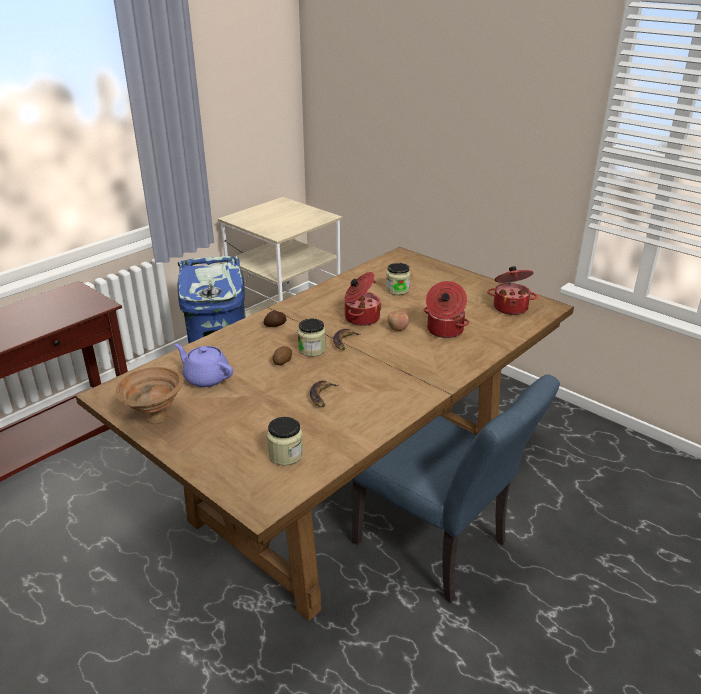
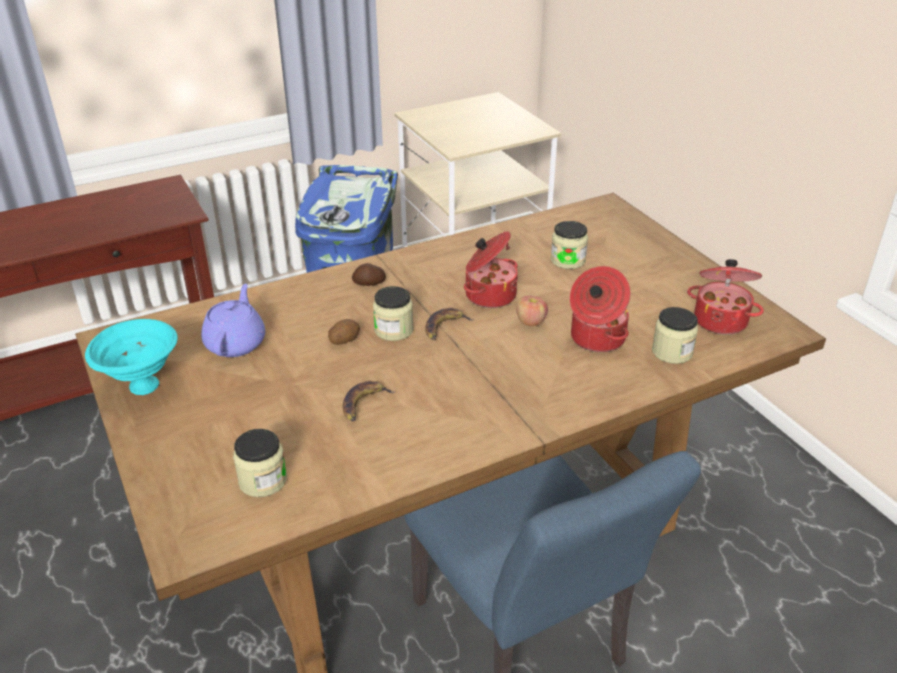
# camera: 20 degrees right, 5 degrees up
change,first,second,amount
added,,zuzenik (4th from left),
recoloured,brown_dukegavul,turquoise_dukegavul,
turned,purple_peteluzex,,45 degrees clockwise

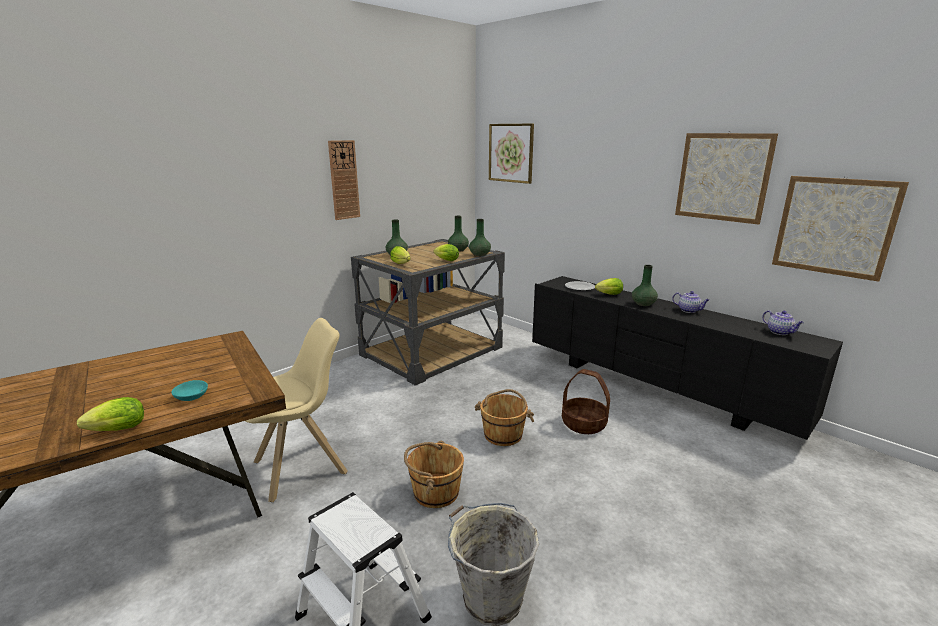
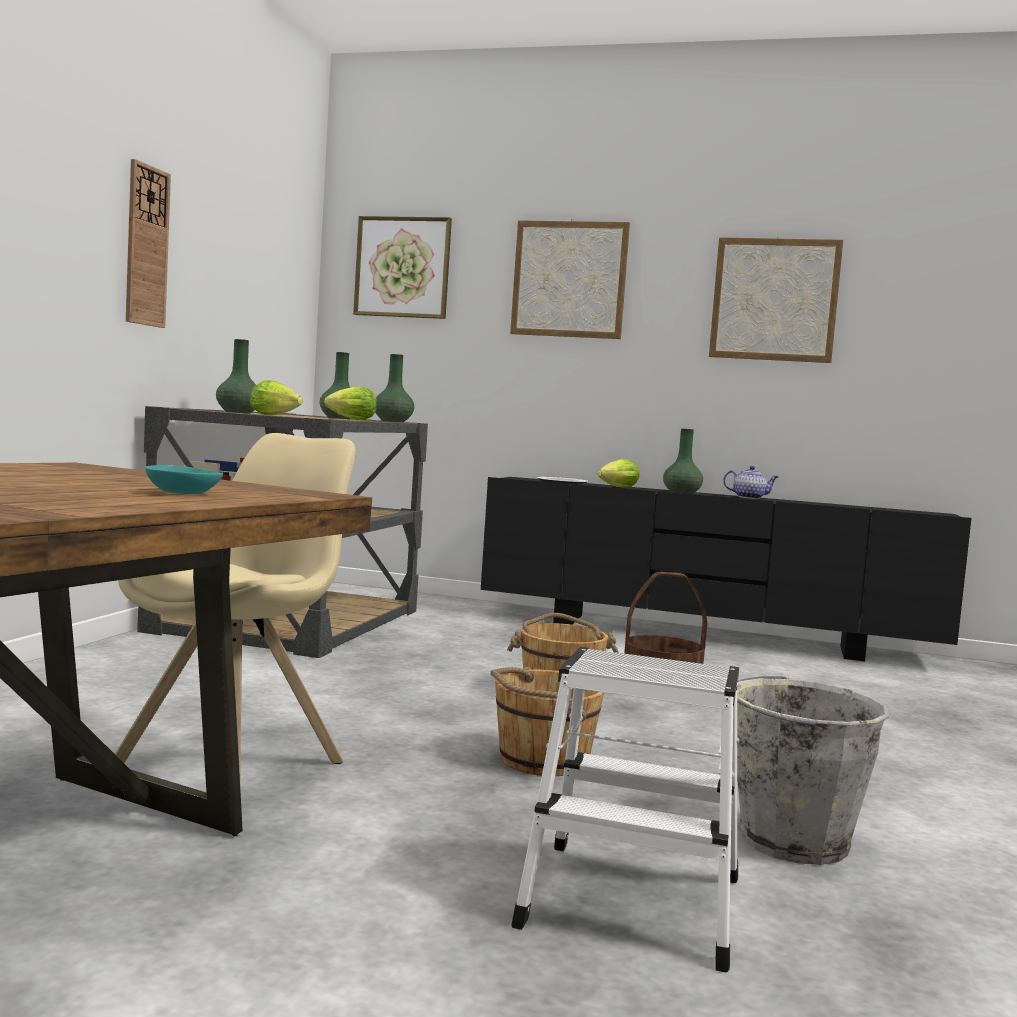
# camera: 30 degrees left, 15 degrees down
change,first,second,amount
removed,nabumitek (1st from left),,
removed,peteluzex (2nd from left),,
moved,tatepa (3rd from left in the first image),tatepa (2nd from left),

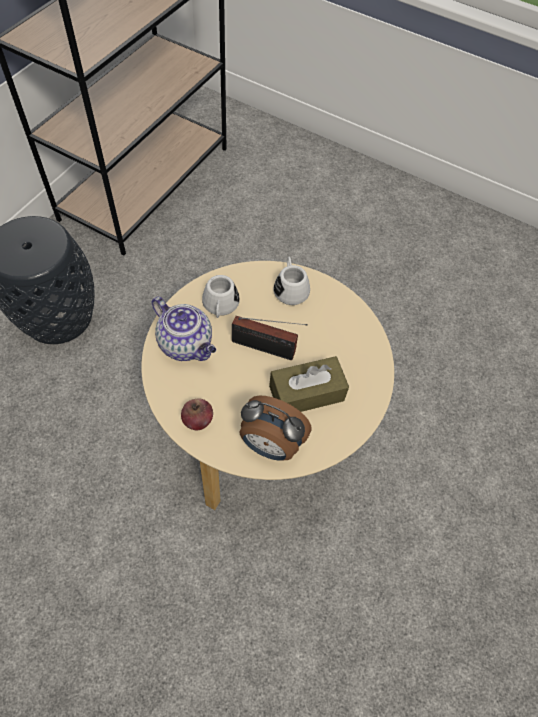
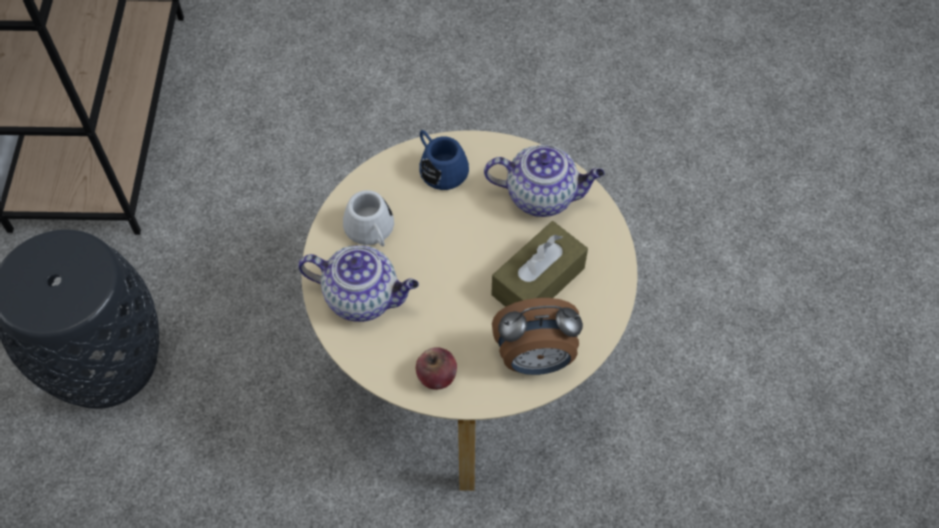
# camera: 25 degrees left, 0 degrees up
change,first,second,amount
removed,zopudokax,,
added,,peteluzex (2nd from left),
recoloured,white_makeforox (2nd from left),blue_makeforox,

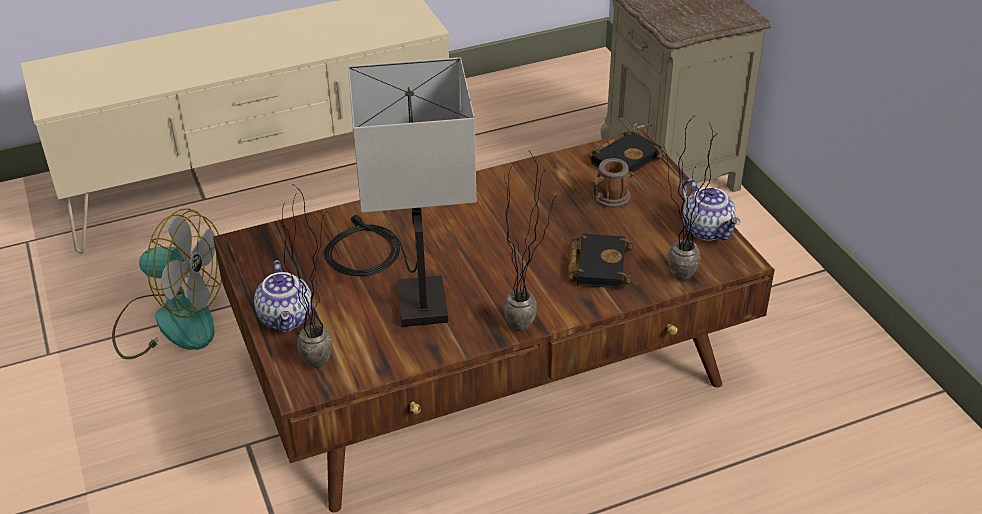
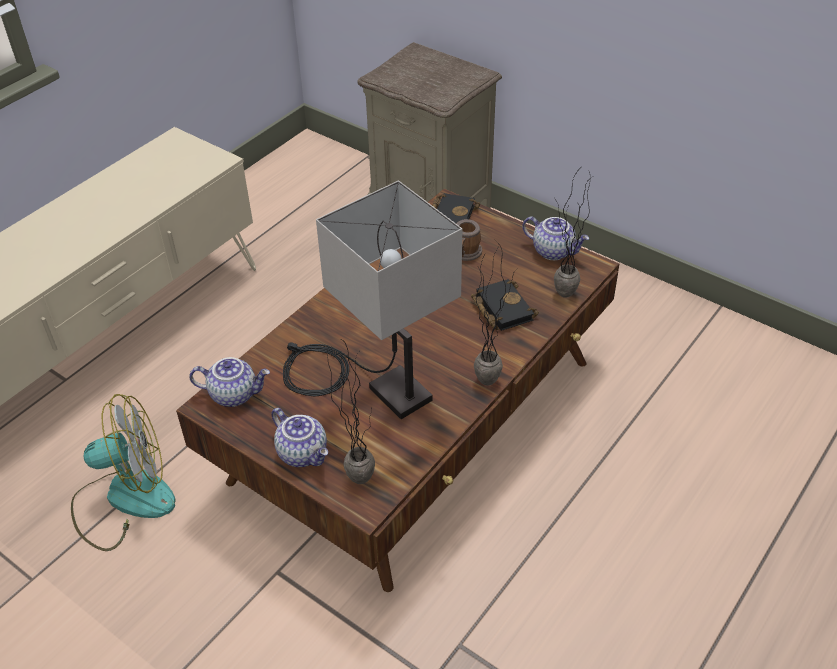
# camera: 30 degrees left, 5 degrees up
change,first,second,amount
added,,peteluzex (1st from left),

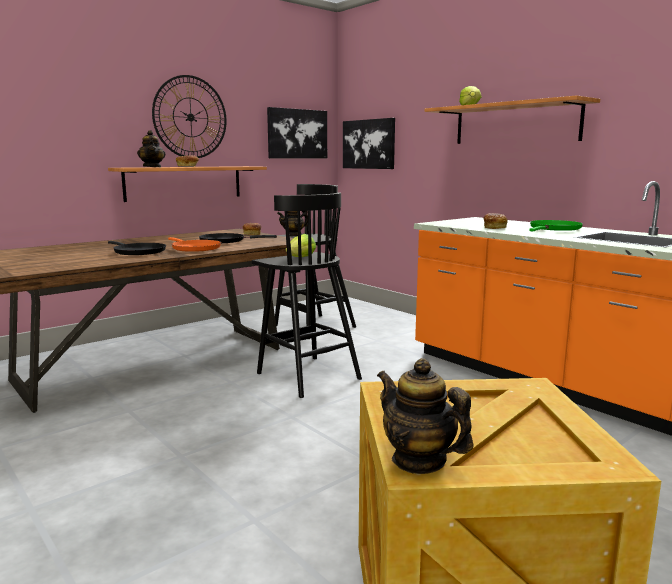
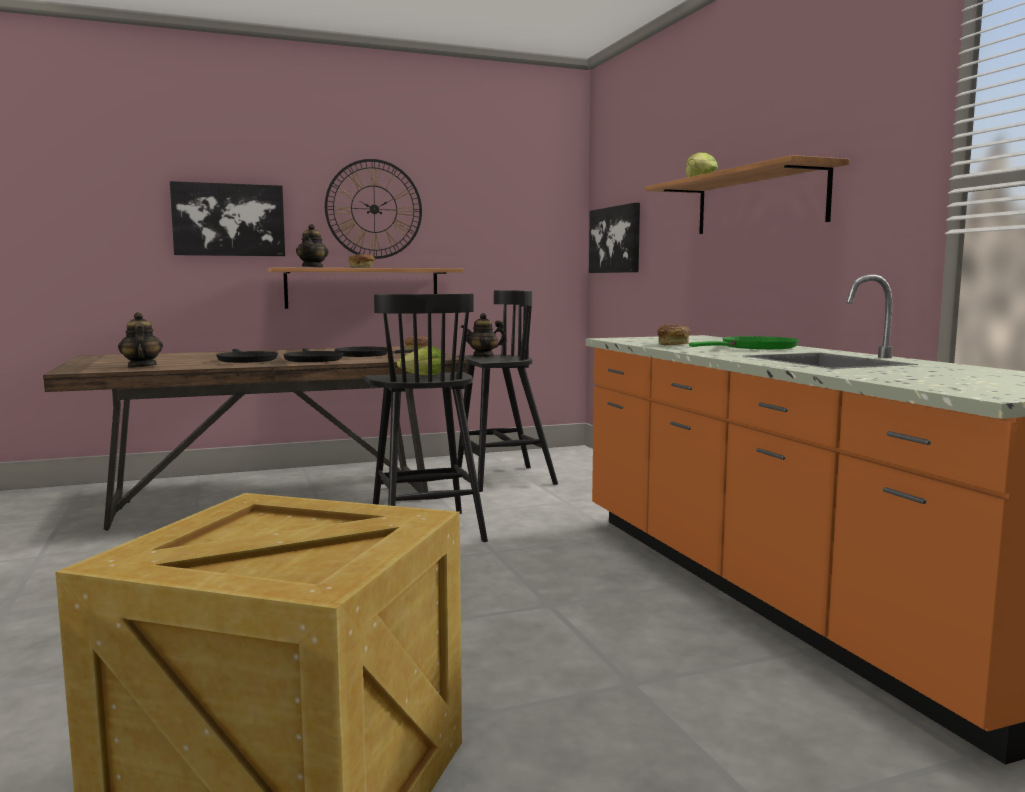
# camera: 20 degrees right, 5 degrees down
change,first,second,amount
moved,tatepa (1st from left),,
moved,peteluzex (3rd from left in the first image),peteluzex (1st from left),
recoloured,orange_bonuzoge,black_bonuzoge (2nd from left),

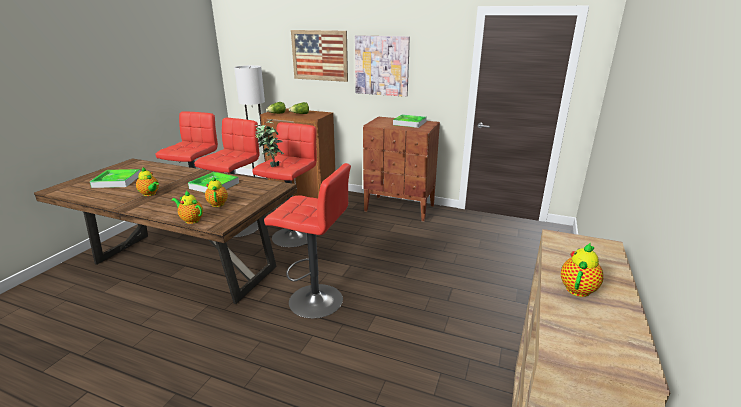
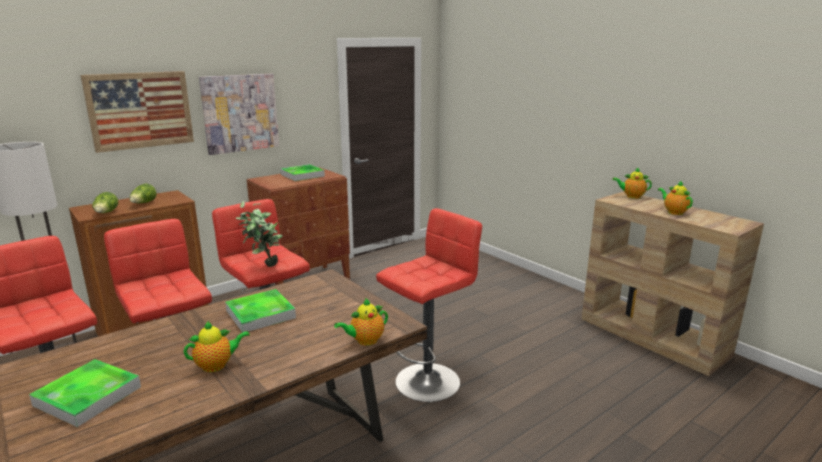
# camera: 60 degrees left, 5 degrees down
change,first,second,amount
moved,peteluzex (3rd from left),,

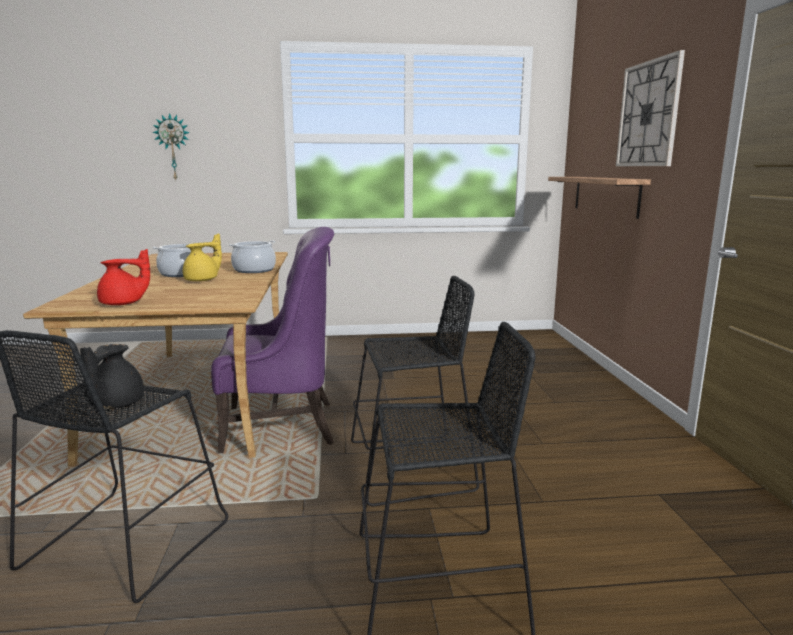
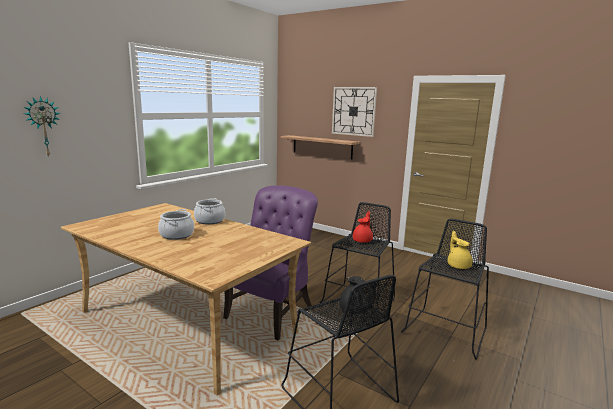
# camera: 50 degrees left, 0 degrees up
change,first,second,amount
moved,red_peteluzex,,
moved,yellow_peteluzex,,

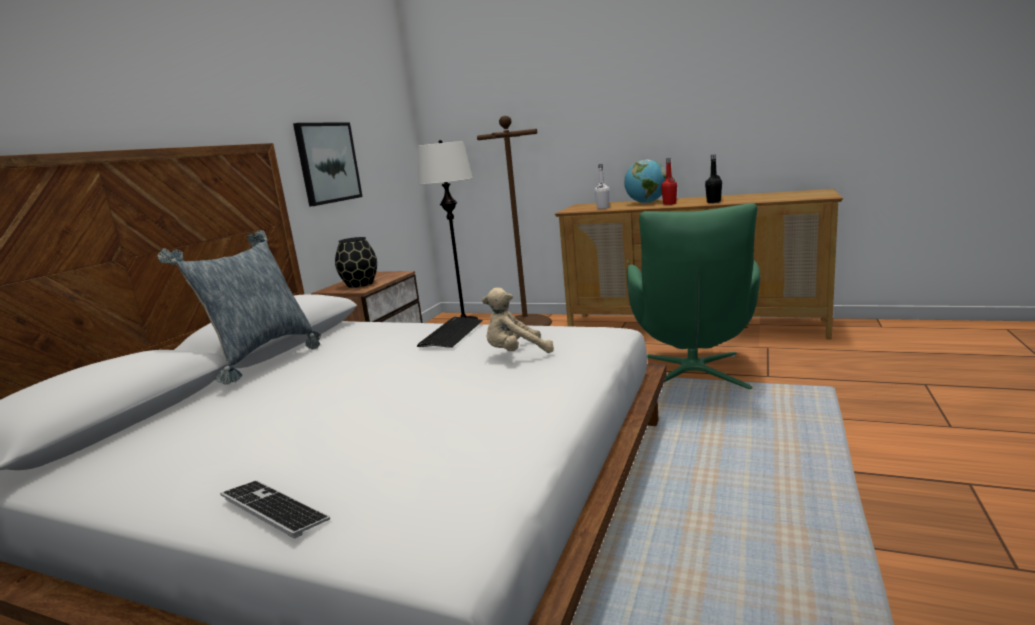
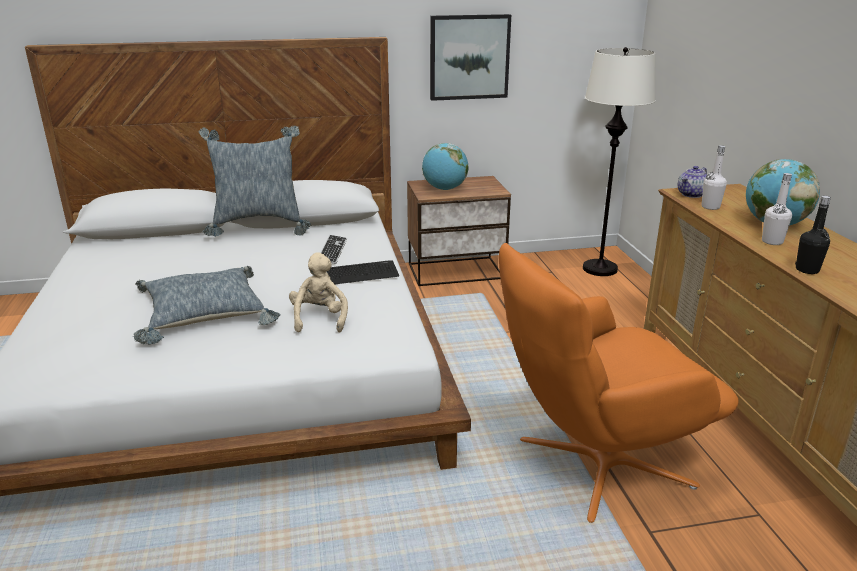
# camera: 55 degrees right, 10 degrees up
change,first,second,amount
removed,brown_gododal,,
added,,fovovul (1st from left),
added,,peteluzex,
moved,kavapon (1st from left),,
replaced,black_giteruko,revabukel (1st from left),
recoloured,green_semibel,orange_semibel,
recoloured,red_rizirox,white_rizirox (2nd from left),
turned,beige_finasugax,,45 degrees clockwise

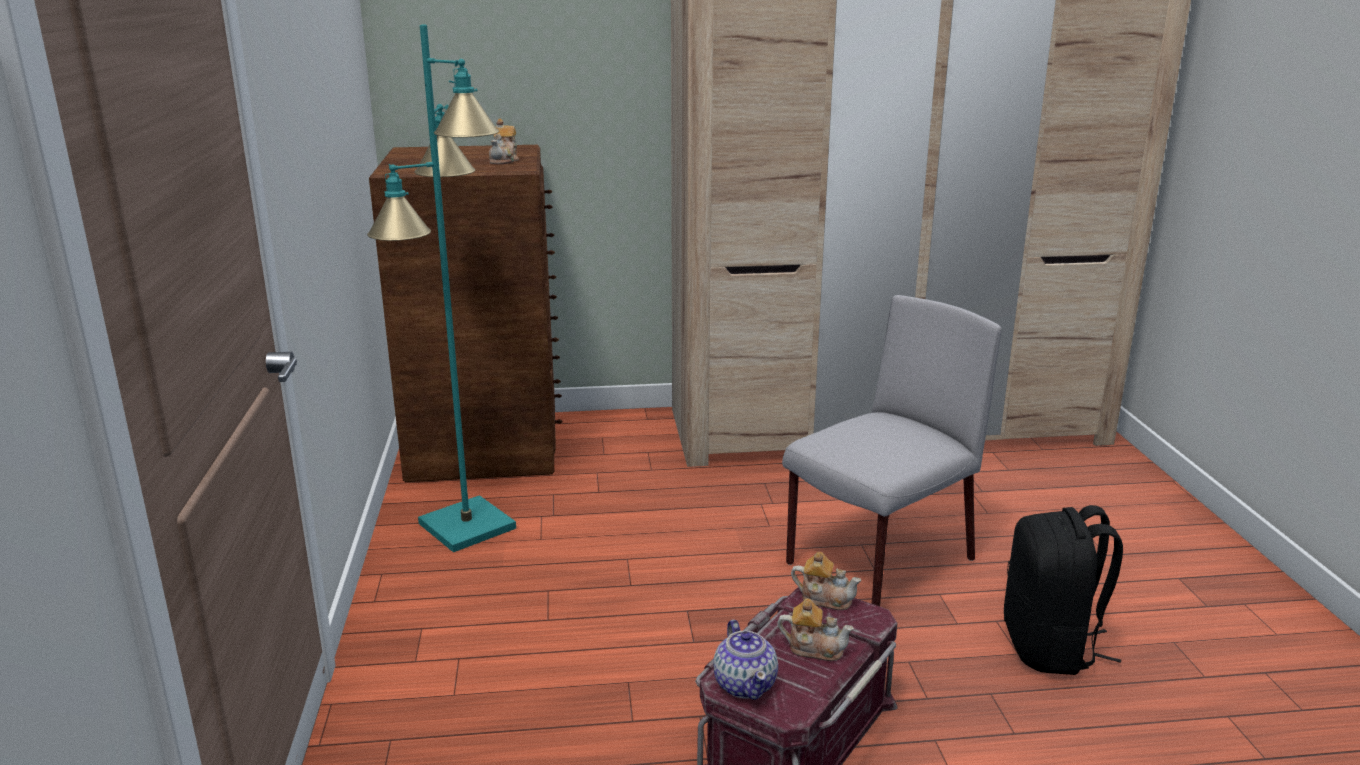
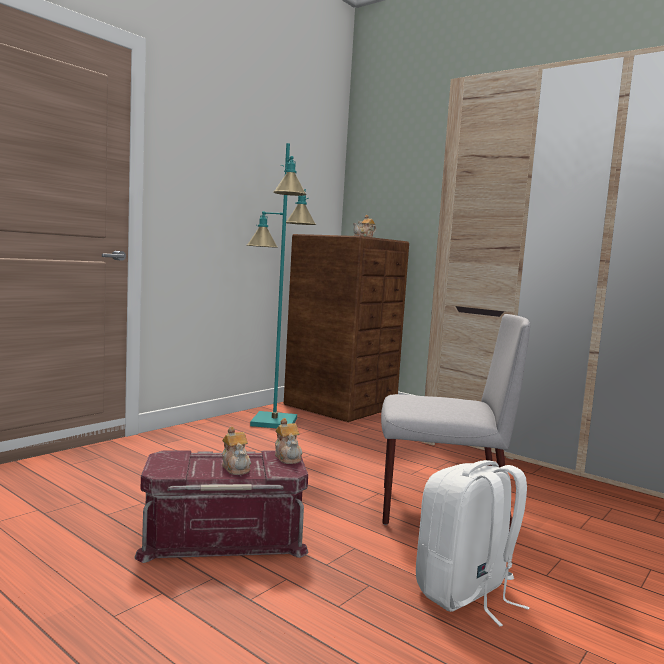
# camera: 45 degrees right, 15 degrees down
change,first,second,amount
removed,peteluzex (2nd from left),,
recoloured,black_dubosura,white_dubosura,

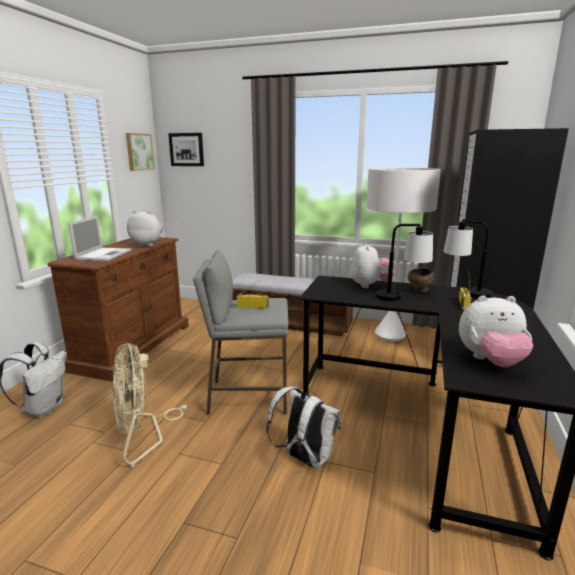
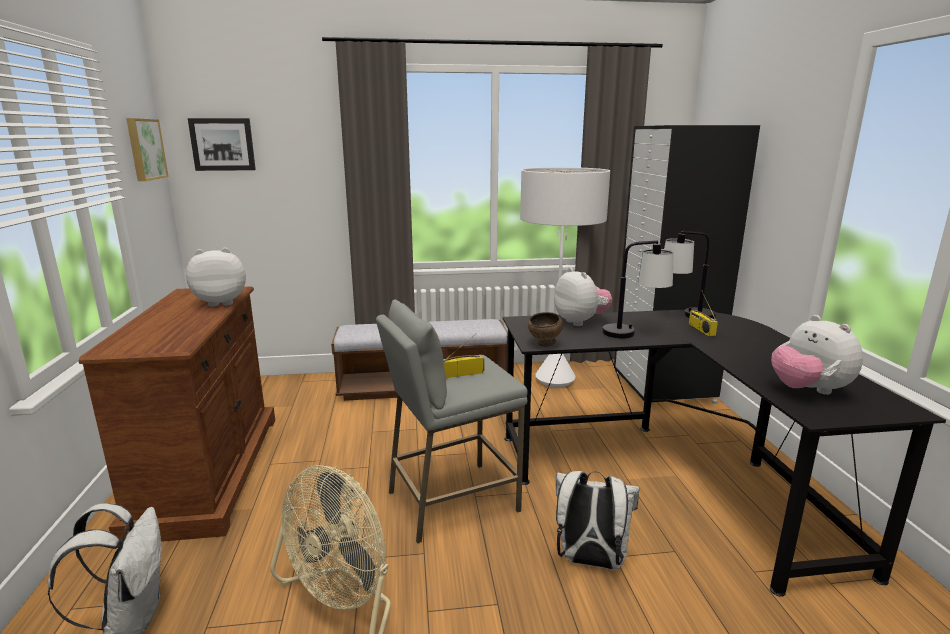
# camera: 25 degrees left, 0 degrees up
change,first,second,amount
removed,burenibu,,
moved,brown_dukegavul,,
turned,finasugax (3rd from left),,90 degrees clockwise

